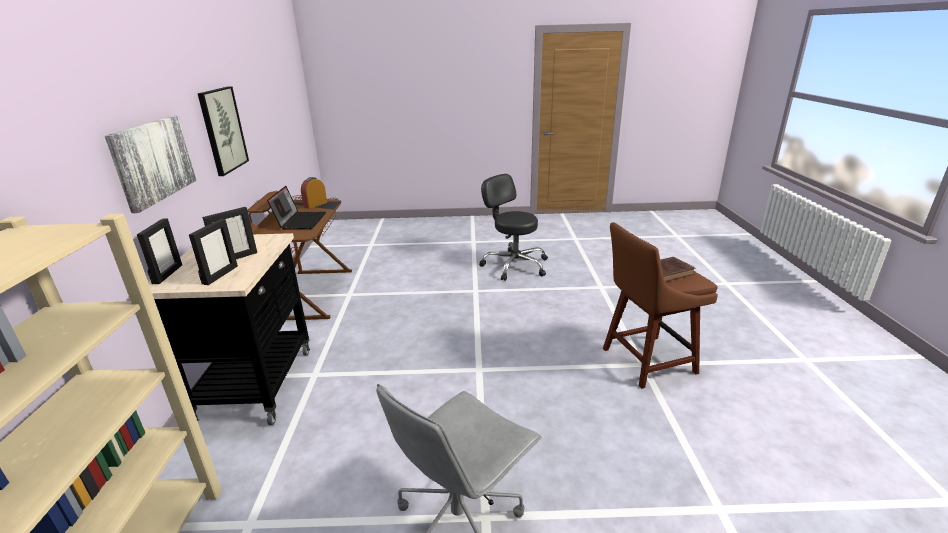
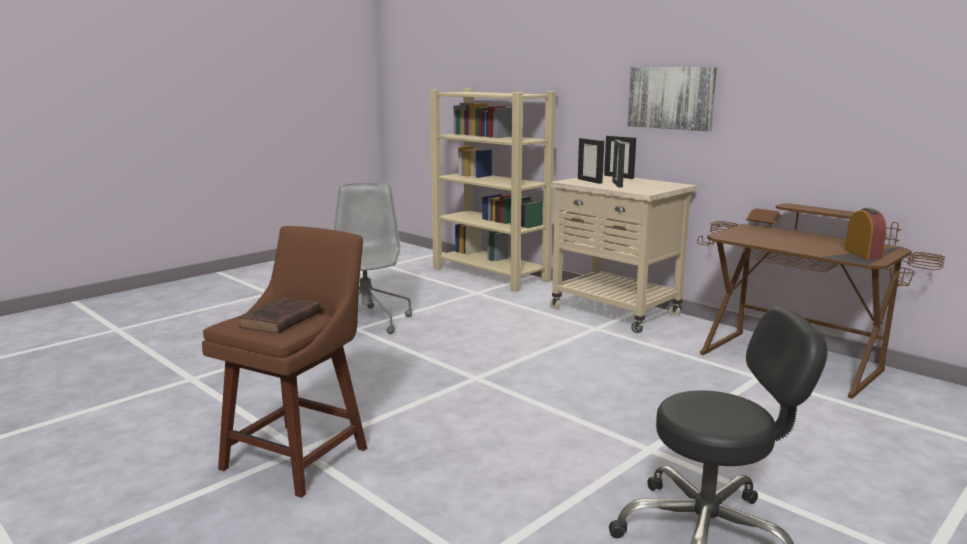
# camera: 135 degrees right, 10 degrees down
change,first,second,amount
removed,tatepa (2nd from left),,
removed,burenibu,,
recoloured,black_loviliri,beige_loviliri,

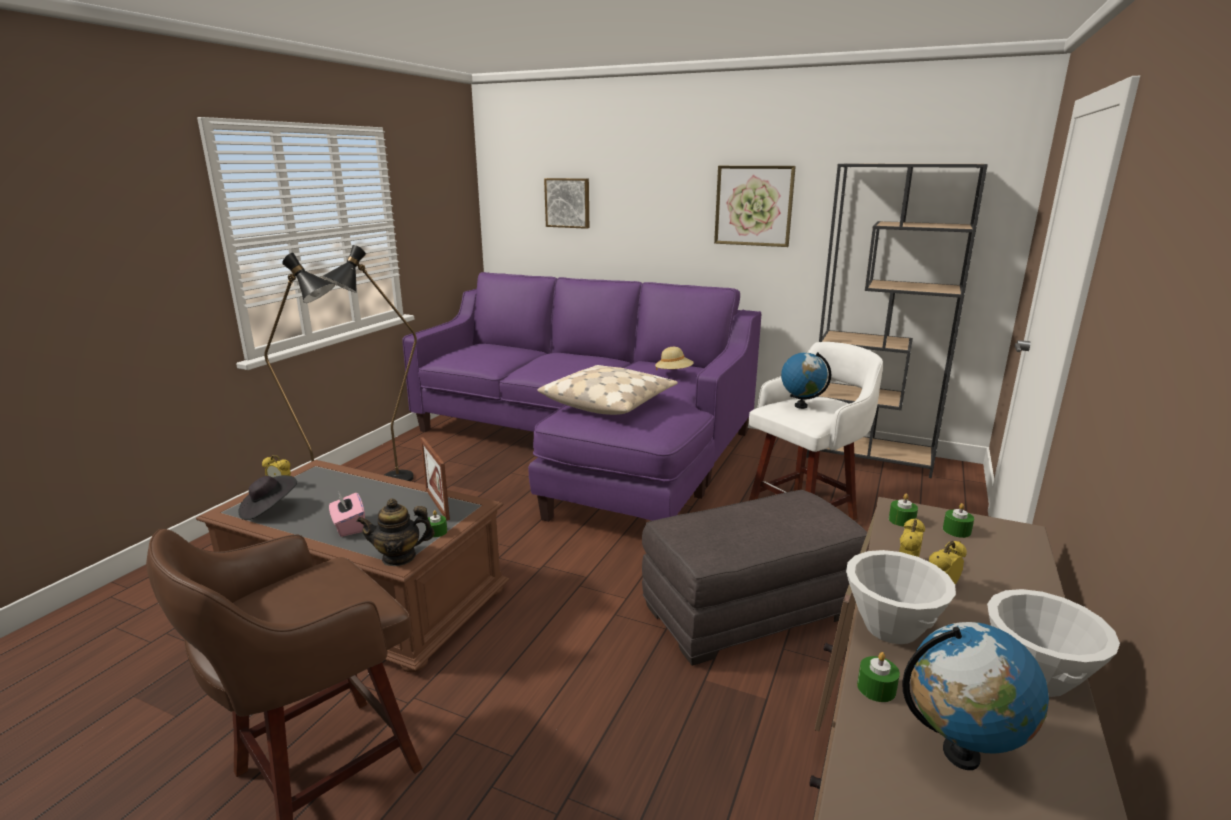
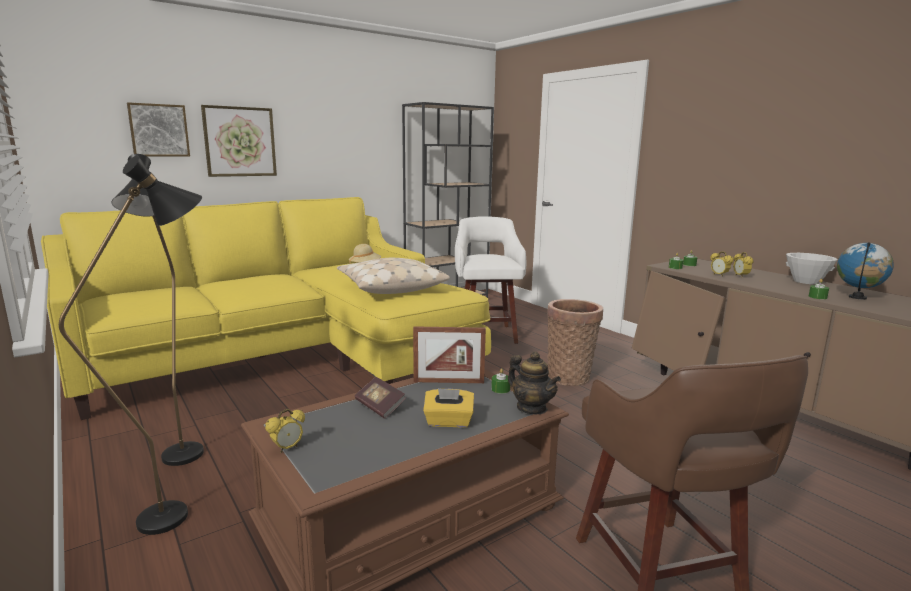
# camera: 60 degrees left, 5 degrees down
change,first,second,amount
removed,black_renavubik,,
removed,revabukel (1st from left),,
removed,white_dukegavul (1st from left),,
added,,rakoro,
moved,tatepa (2nd from left),,
replaced,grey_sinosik,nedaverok,
recoloured,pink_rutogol,yellow_rutogol,
recoloured,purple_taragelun,yellow_taragelun,
turned,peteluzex,,60 degrees counterclockwise

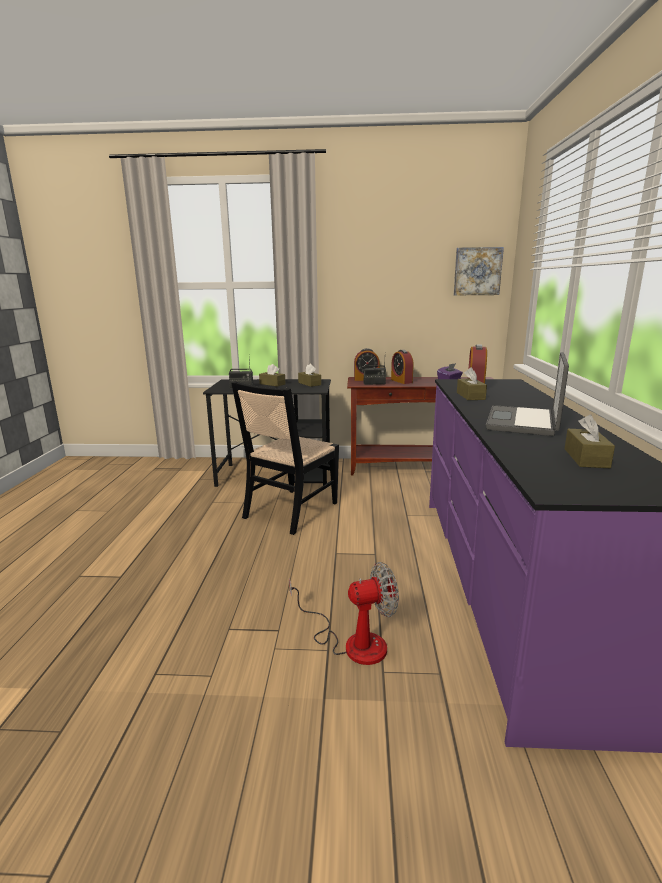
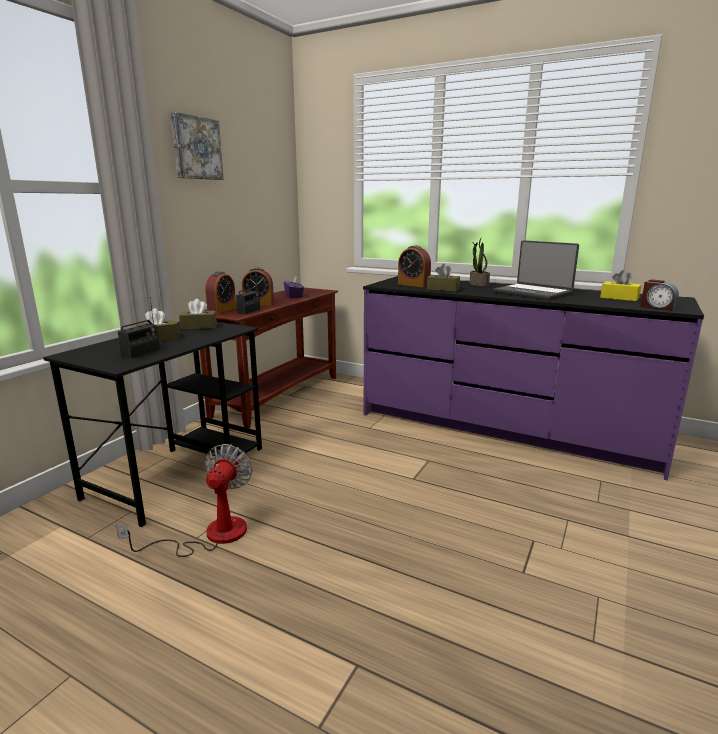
# camera: 65 degrees left, 0 degrees up
change,first,second,amount
removed,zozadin,,
added,,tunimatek,
added,,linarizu (4th from left),
moved,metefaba,,
moved,tatepa,,
recoloured,brown_rutogol (4th from left),yellow_rutogol,

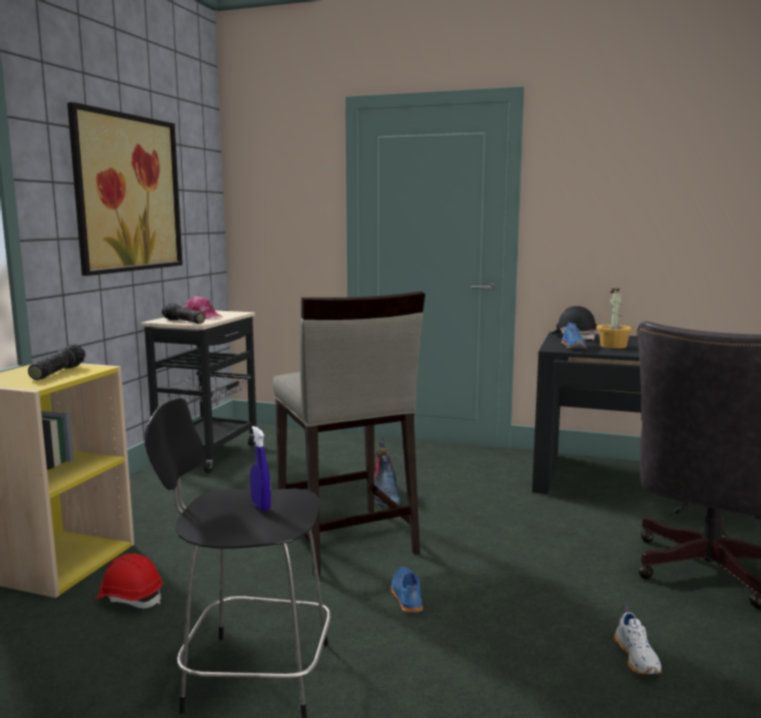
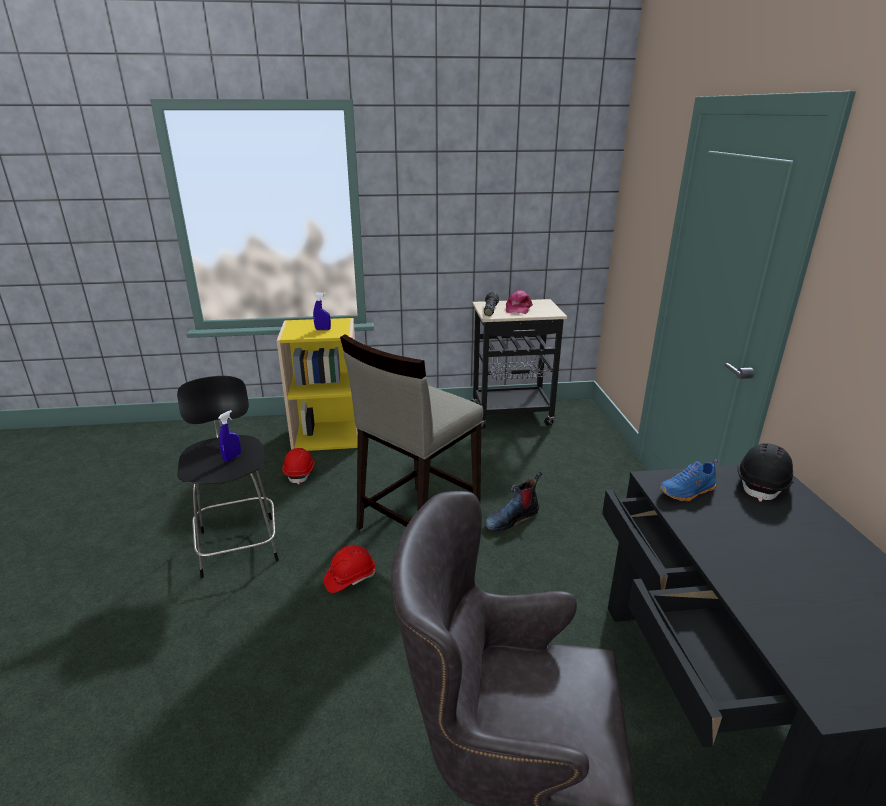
# camera: 65 degrees right, 15 degrees up
change,first,second,amount
removed,tatepa,,
removed,tunimatek,,
removed,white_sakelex,,
replaced,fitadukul (1st from left),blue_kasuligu (2nd from left),
replaced,blue_sakelex (1st from left),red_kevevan (2nd from left),

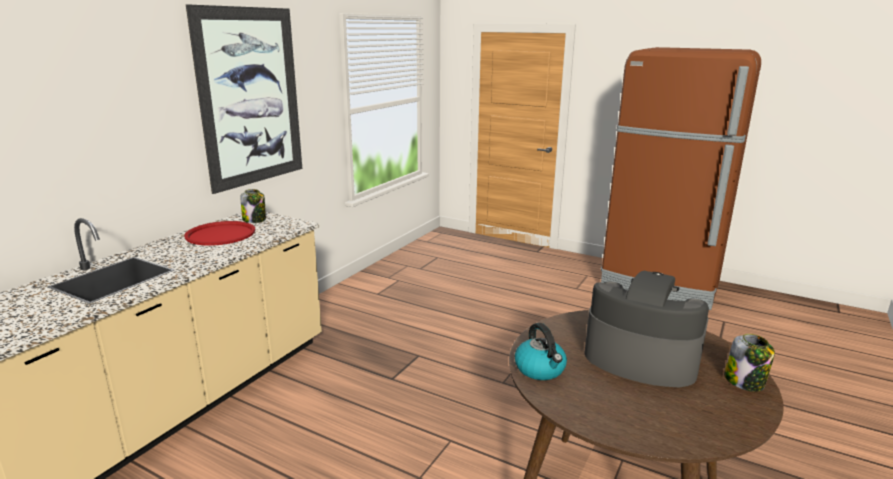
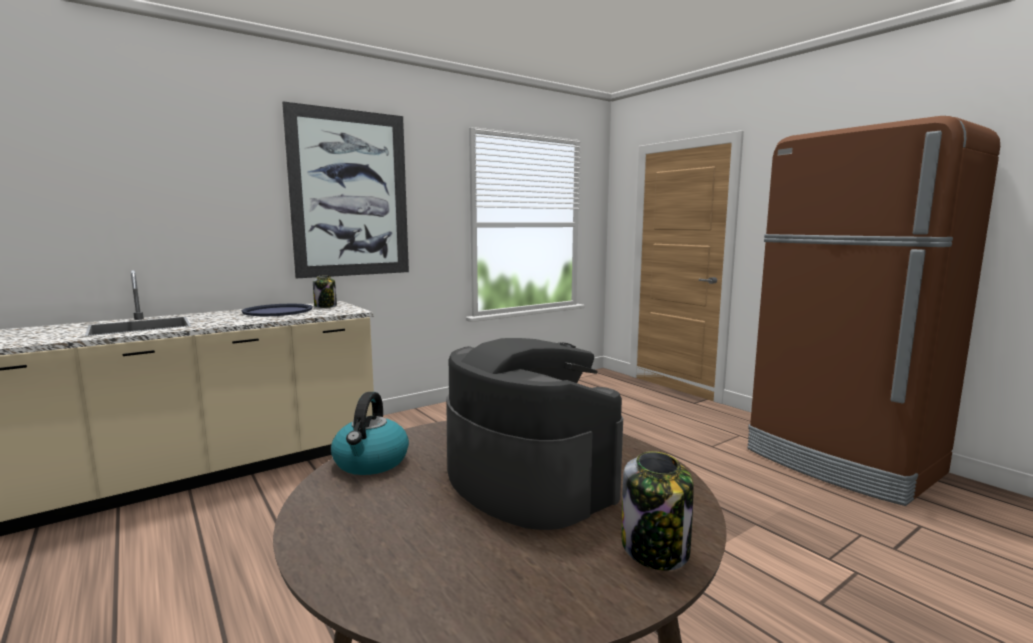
# camera: 25 degrees right, 10 degrees down
change,first,second,amount
recoloured,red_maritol,blue_maritol,

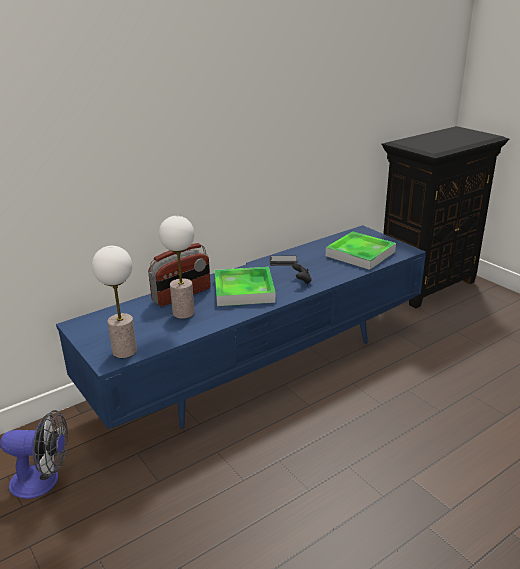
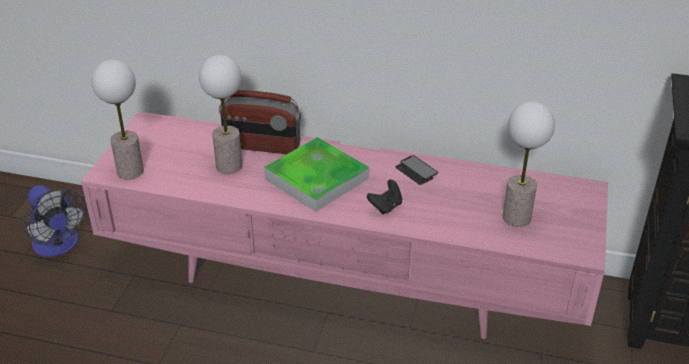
# camera: 50 degrees right, 10 degrees up
change,first,second,amount
replaced,maritol (2nd from left),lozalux (3rd from left),
recoloured,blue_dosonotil,pink_dosonotil,

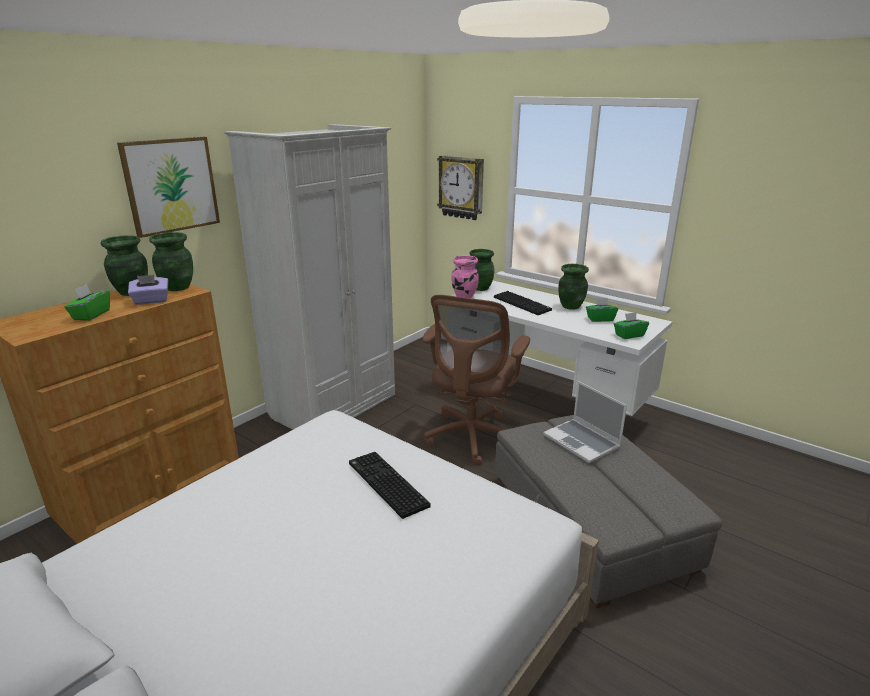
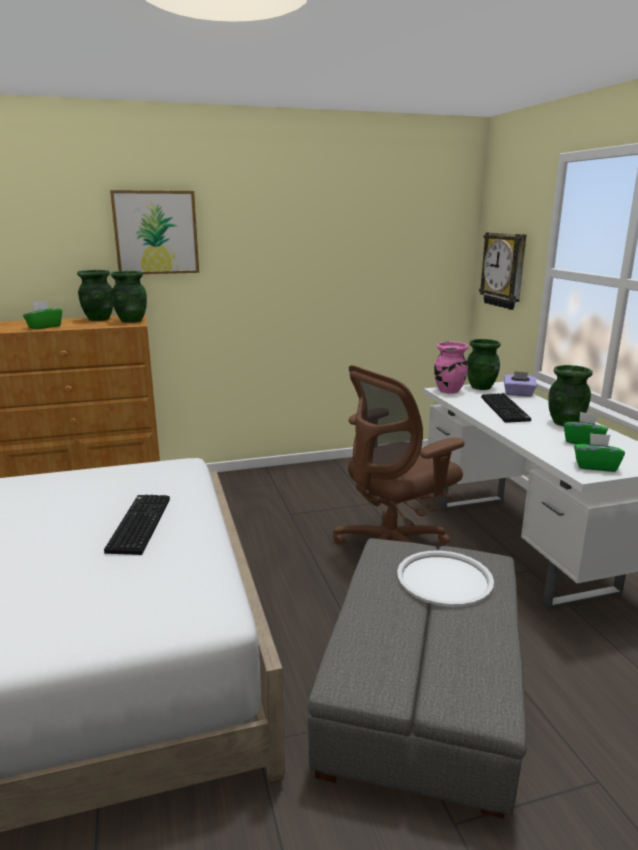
# camera: 35 degrees right, 5 degrees down
change,first,second,amount
removed,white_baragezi,,
moved,purple_rutogol,,
replaced,burenibu,white_maritol,

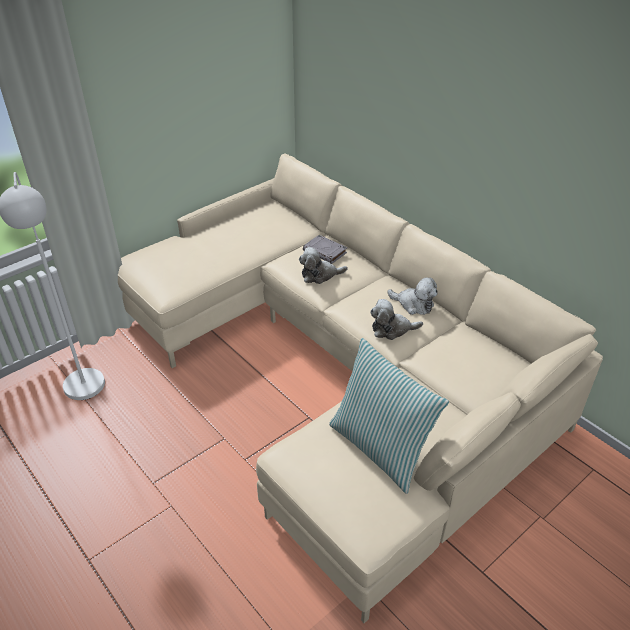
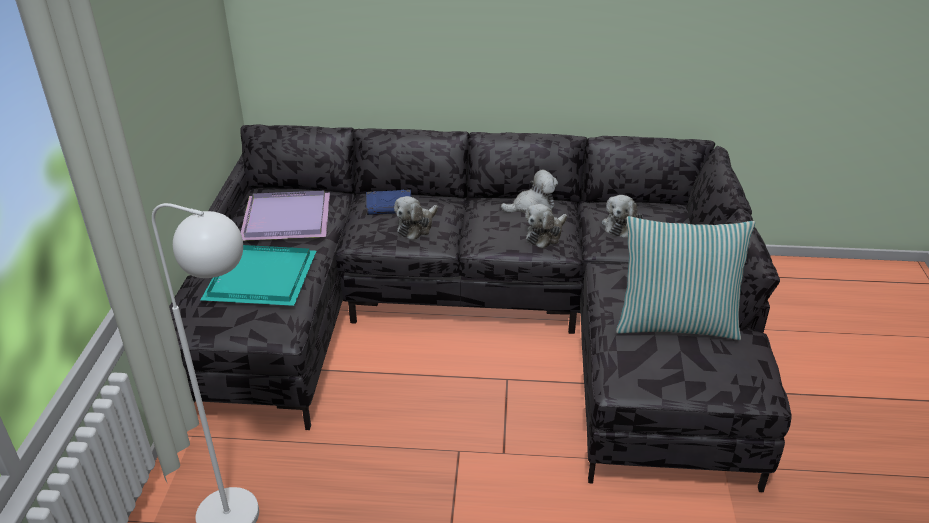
# camera: 45 degrees left, 5 degrees down
change,first,second,amount
added,,turquoise_maritol,
added,,purple_maritol,
added,,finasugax (4th from left),
recoloured,beige_taragelun,black_taragelun,
recoloured,grey_rakoro,blue_rakoro,

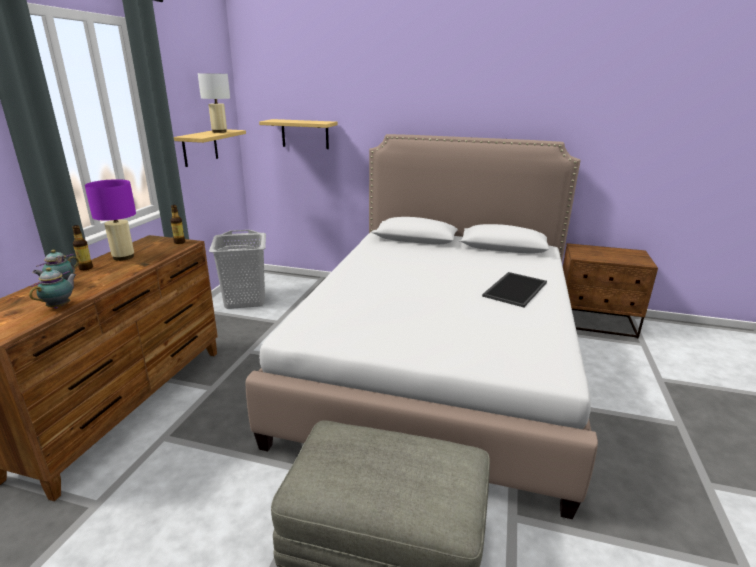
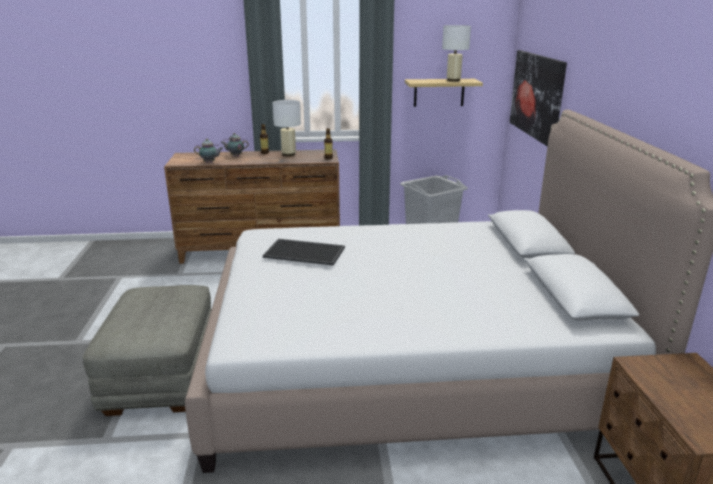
# camera: 70 degrees right, 0 degrees up
change,first,second,amount
moved,maritol,,
replaced,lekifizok (2nd from left),tatepa,
recoloured,purple_lozalux,white_lozalux (1st from left),

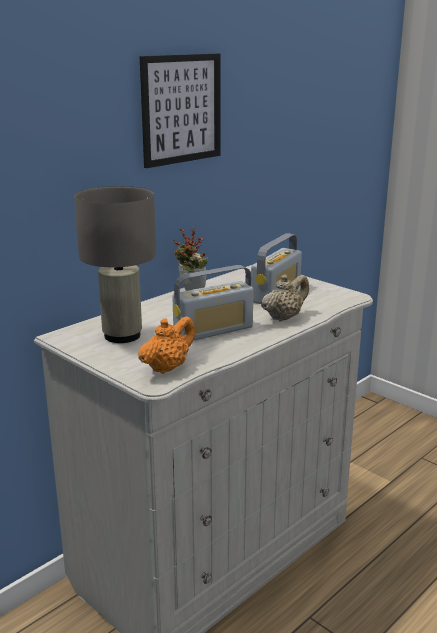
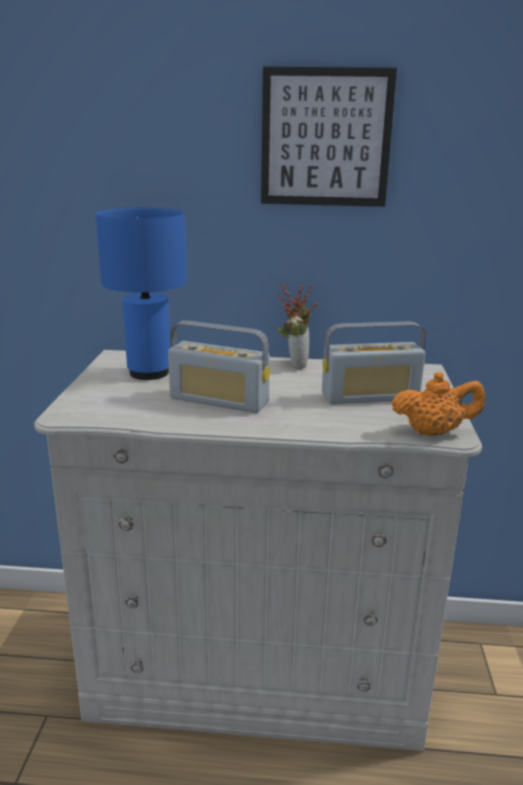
# camera: 50 degrees right, 0 degrees up
change,first,second,amount
removed,beige_peteluzex,,
moved,orange_peteluzex,,
recoloured,grey_lozalux,blue_lozalux,

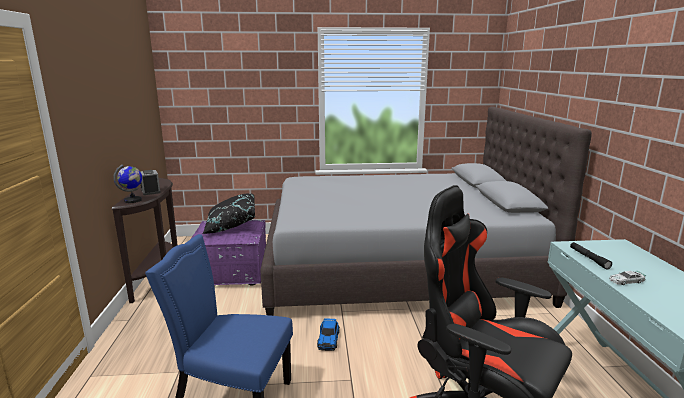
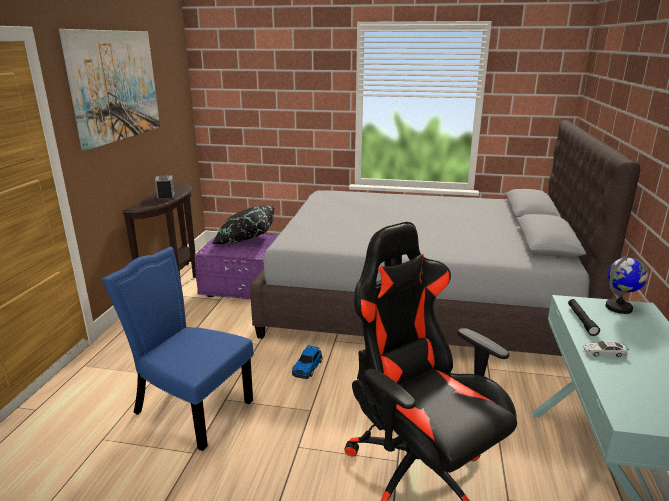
# camera: 15 degrees right, 5 degrees up
change,first,second,amount
added,,tatepa,
moved,revabukel,,

